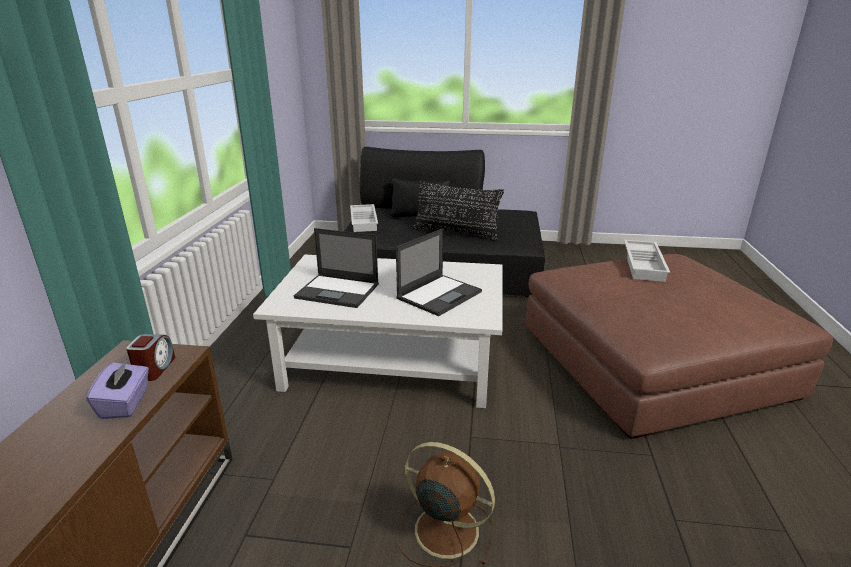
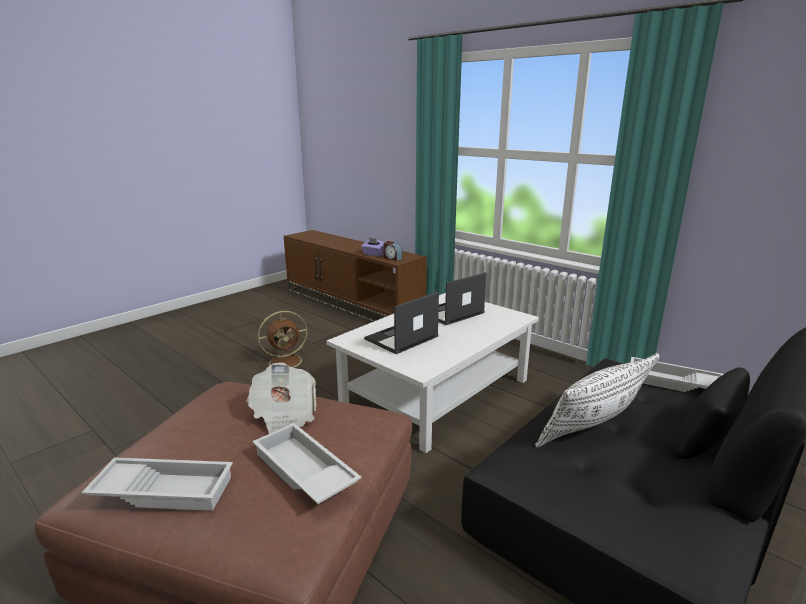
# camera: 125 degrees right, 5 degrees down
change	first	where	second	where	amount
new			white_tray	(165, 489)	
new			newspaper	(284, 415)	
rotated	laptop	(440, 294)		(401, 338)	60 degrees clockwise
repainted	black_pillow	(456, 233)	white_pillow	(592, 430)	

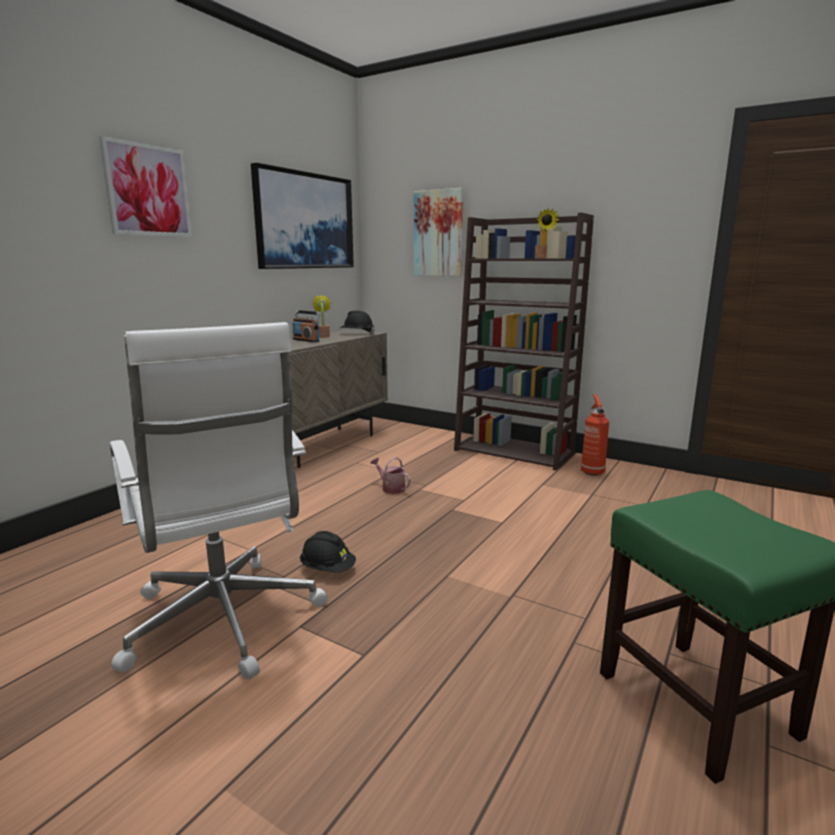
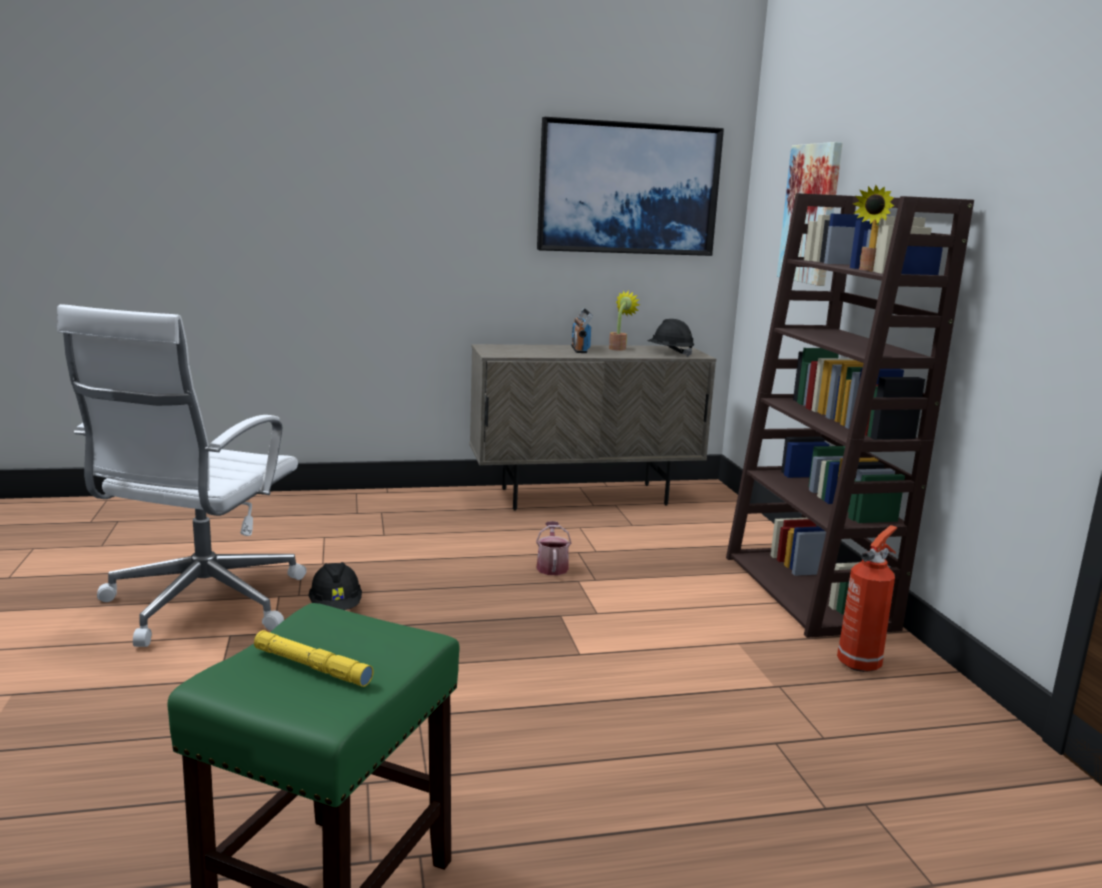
# camera: 45 degrees right, 0 degrees up
change	first	where	second	where	amount
new			yellow_flashlight	(312, 666)	
gone	picture	(148, 191)			

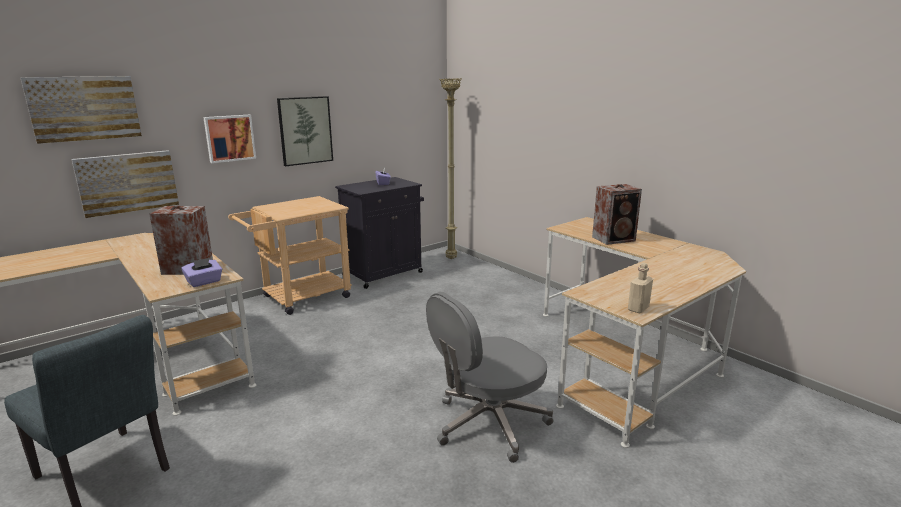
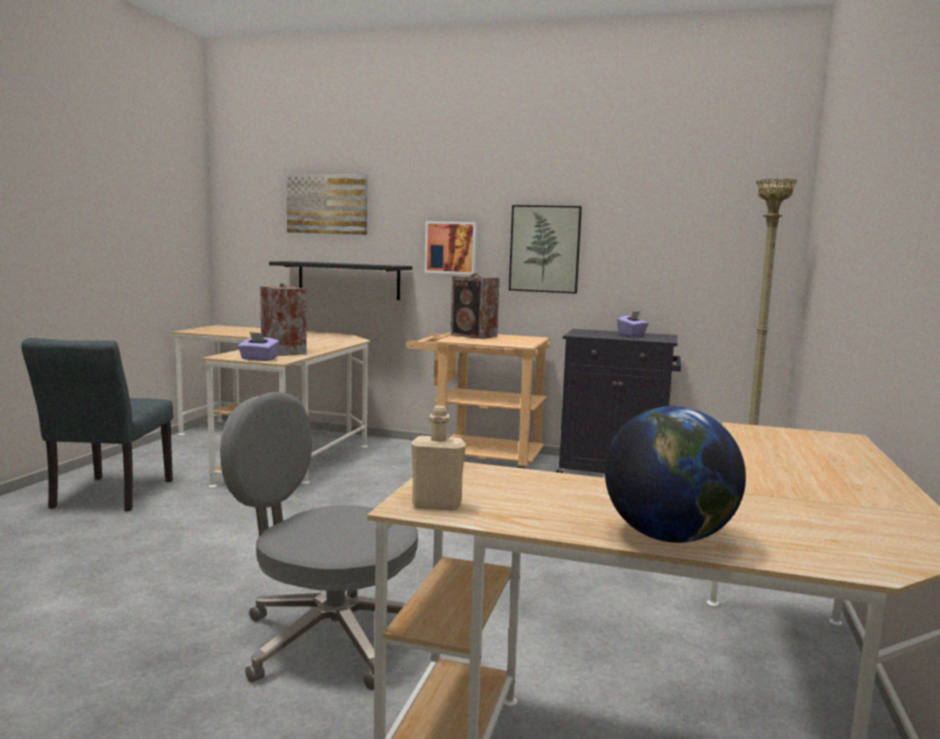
# camera: 55 degrees right, 10 degrees down
change	first	where	second	where	amount
swapped	picture	(127, 182)	black_shelf	(348, 280)	
shifted	speaker	(615, 239)		(474, 336)	
new			globe	(669, 537)	

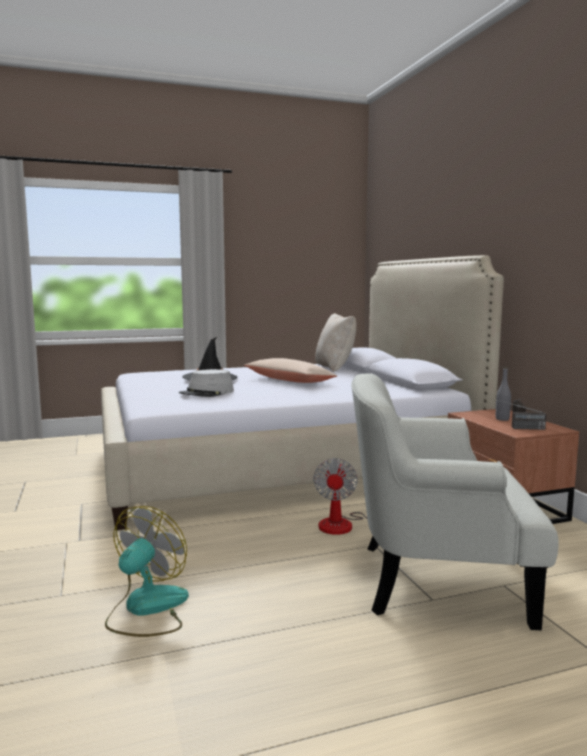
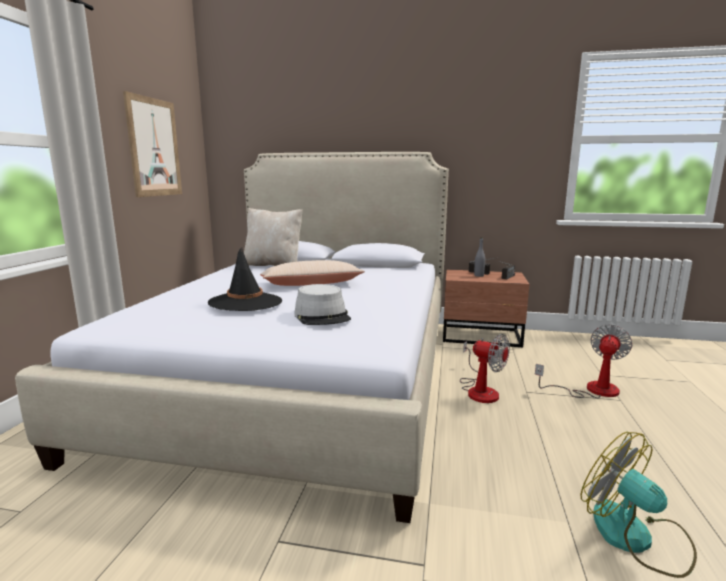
# camera: 60 degrees left, 5 degrees up
change	first	where	second	where	amount
new			picture	(154, 147)	
swapped	white_armchair	(436, 580)	fan	(591, 390)	

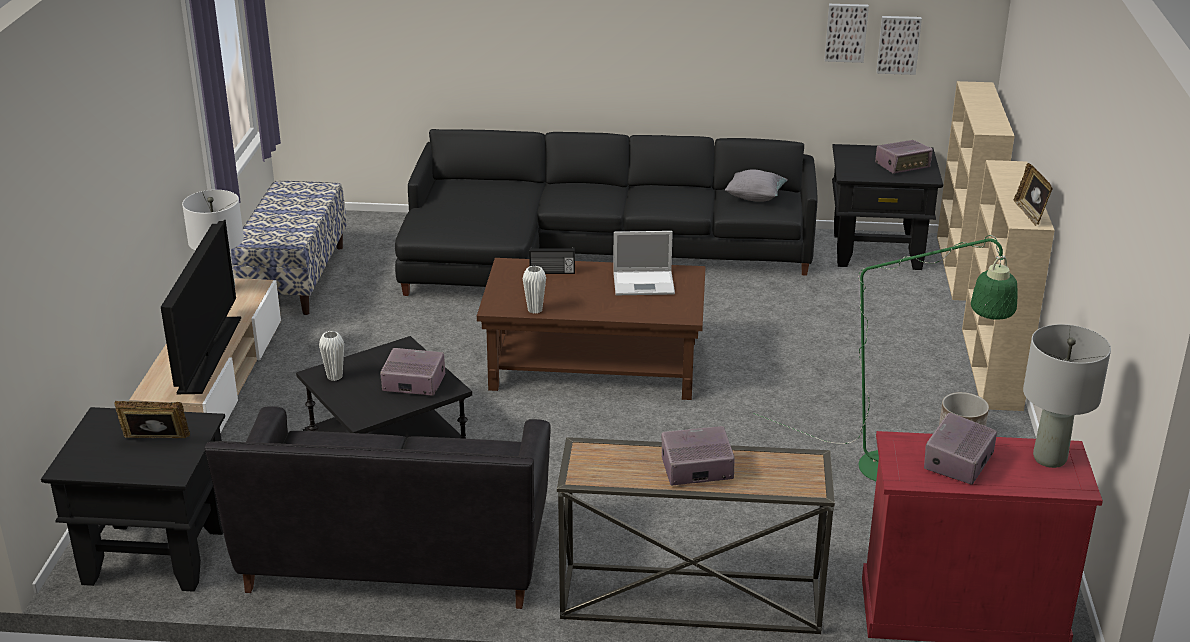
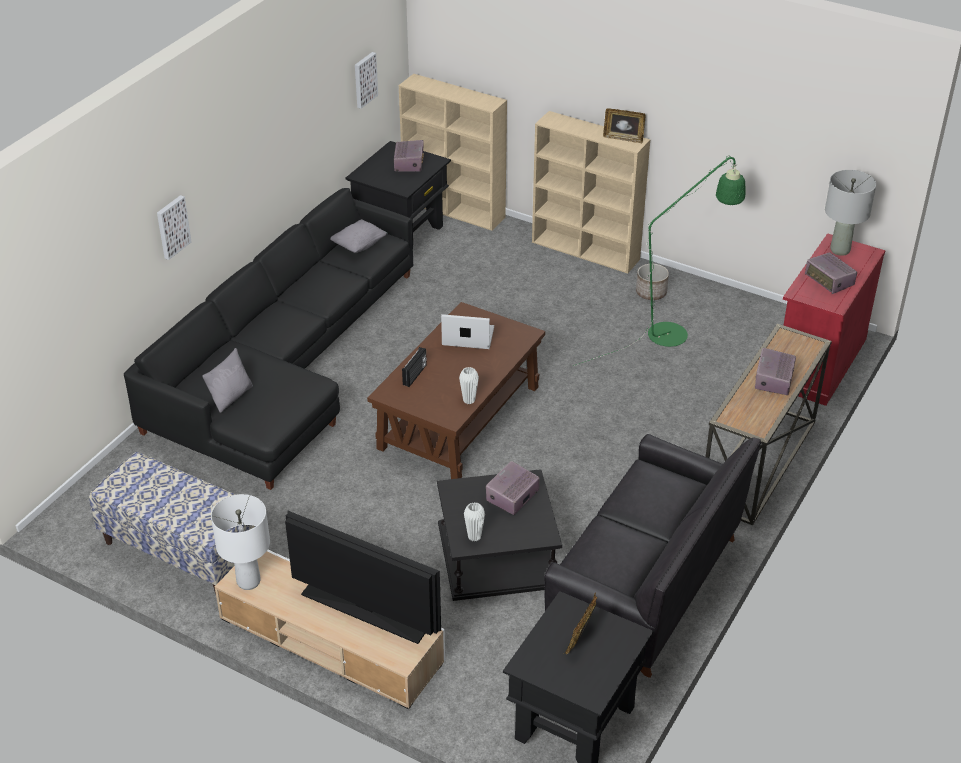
# camera: 65 degrees left, 10 degrees up
change	first	where	second	where	amount
shifted	picture	(846, 32)		(172, 226)	
new			grey_pillow	(231, 397)	
rotated	laptop	(645, 283)		(467, 336)	105 degrees counterclockwise

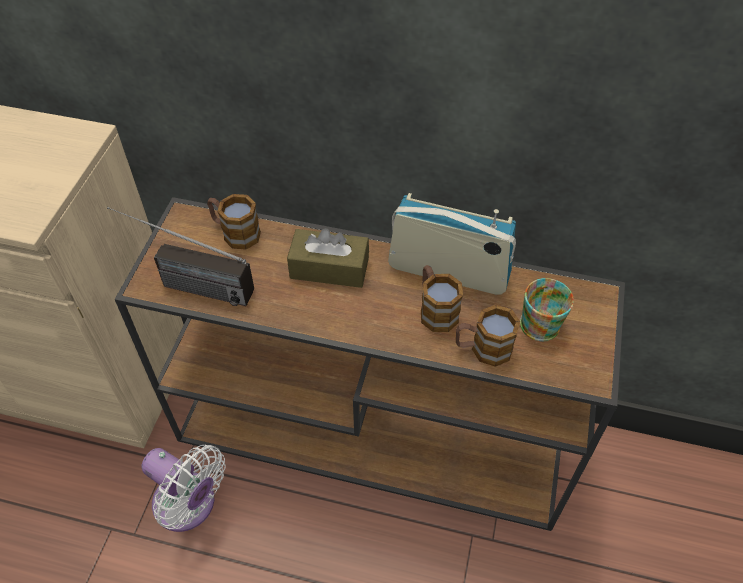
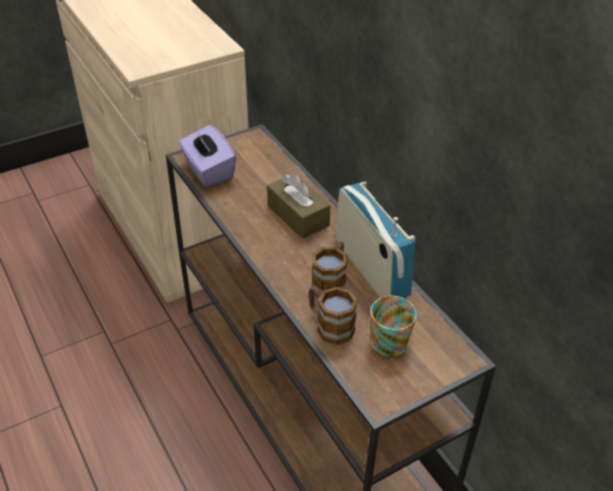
# camera: 45 degrees right, 10 degrees down
change	first	where	second	where	amount
swapped	radio	(185, 284)	purple_tissue_box	(208, 171)	
gone	white_fan	(189, 505)			
gone	mug	(235, 232)			

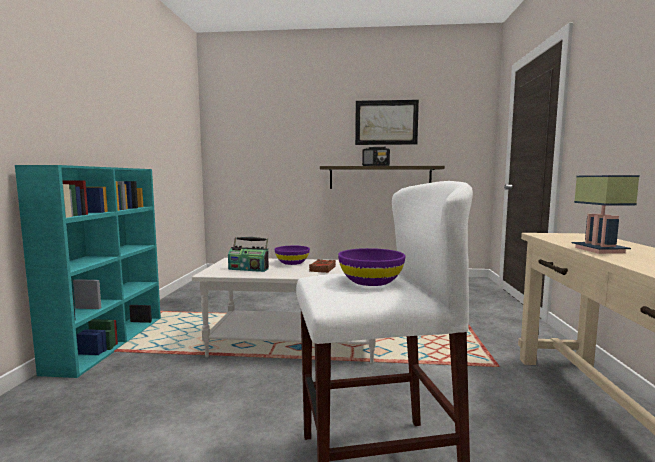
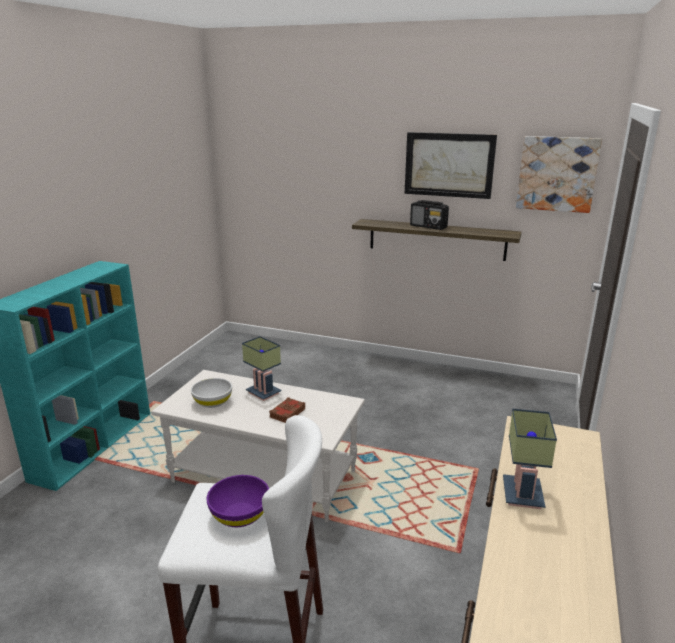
# camera: 15 degrees right, 15 degrees up
change	first	where	second	where	amount
swapped	radio	(249, 269)	white_bowl	(213, 402)	
swapped	purple_bowl	(292, 263)	table_lamp	(265, 393)	
new			picture	(557, 174)	

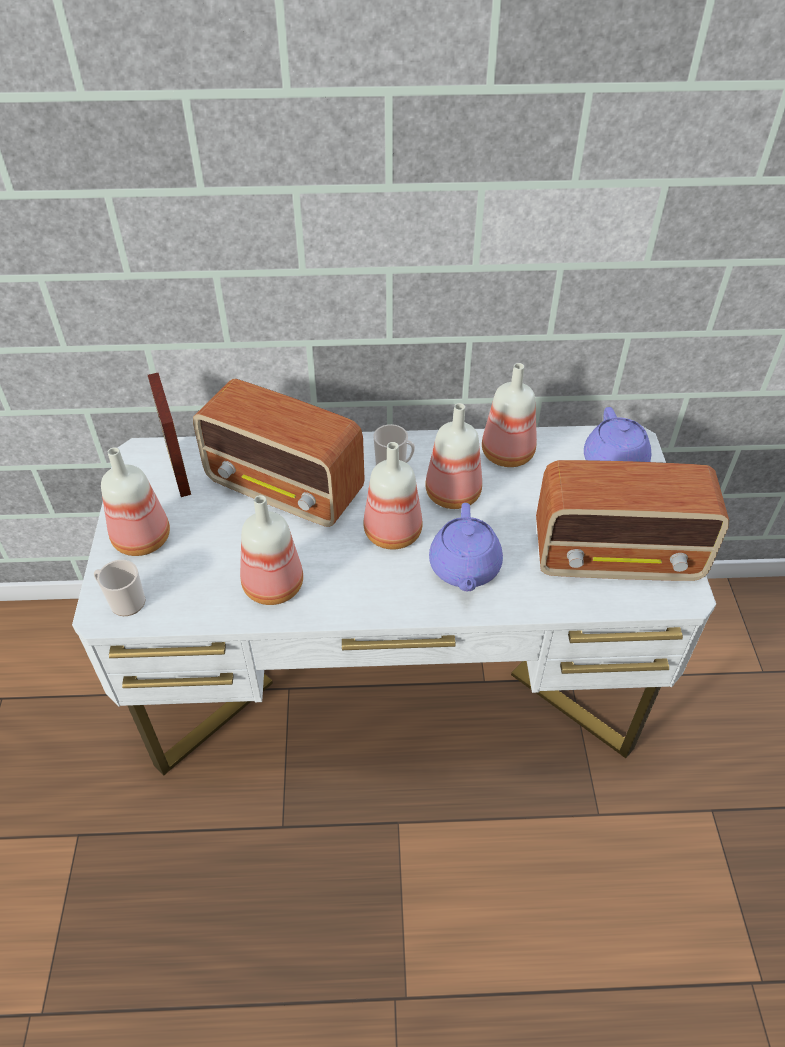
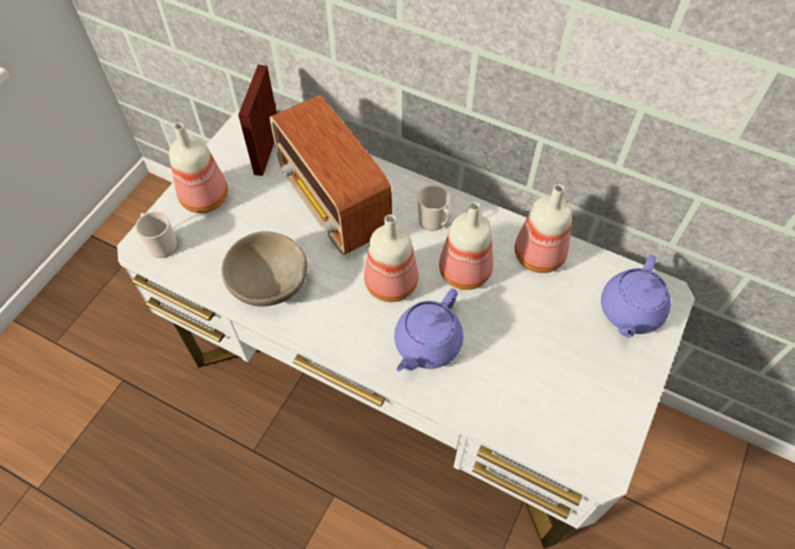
# camera: 30 degrees right, 10 degrees up
change	first	where	second	where	amount
swapped	bottle	(271, 587)	beige_bowl	(268, 284)	
gone	radio	(618, 558)			

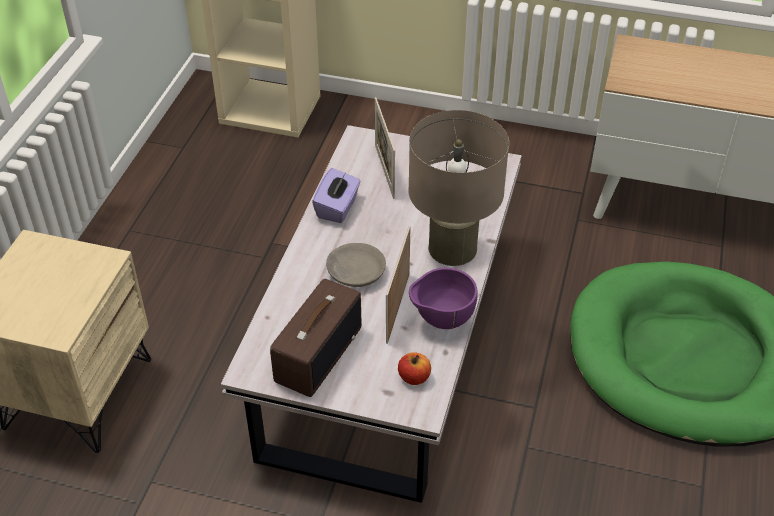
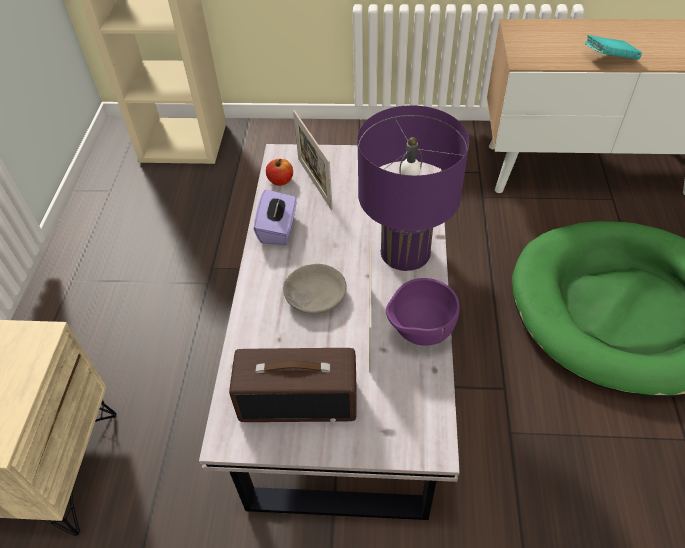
# camera: 10 degrees left, 5 degrees up
change	first	where	second	where	amount
rotated	radio	(318, 353)		(299, 399)	75 degrees clockwise
shifted	apple	(414, 377)		(280, 181)	
repainted	beige_table_lamp	(452, 248)	purple_table_lamp	(405, 251)	
new			turquoise_book	(609, 59)	

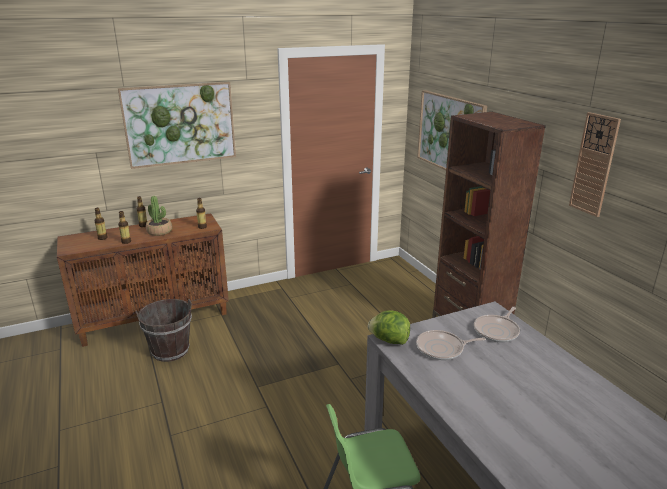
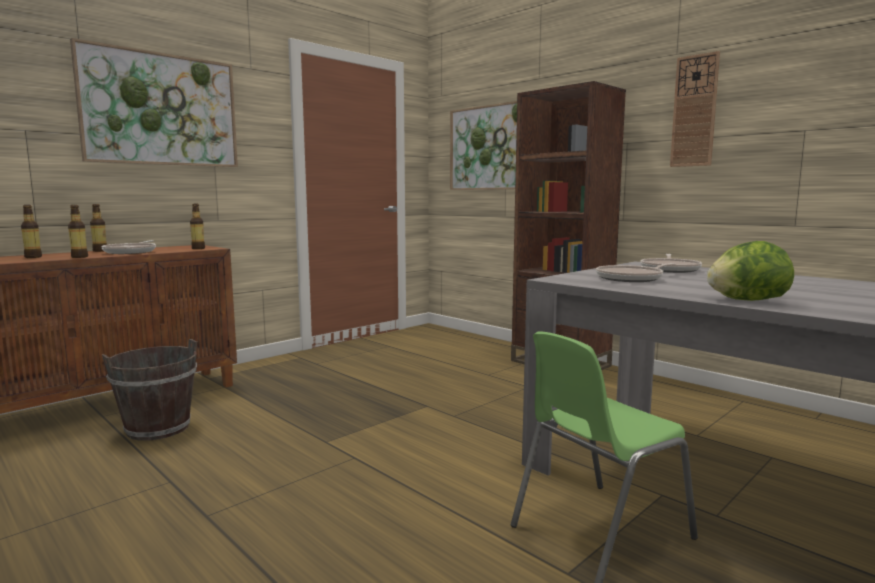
# camera: 20 degrees left, 15 degrees down
change	first	where	second	where	amount
swapped	potted_plant	(159, 231)	frying_pan	(132, 252)	
shifted	lettuce	(389, 340)		(746, 300)	

